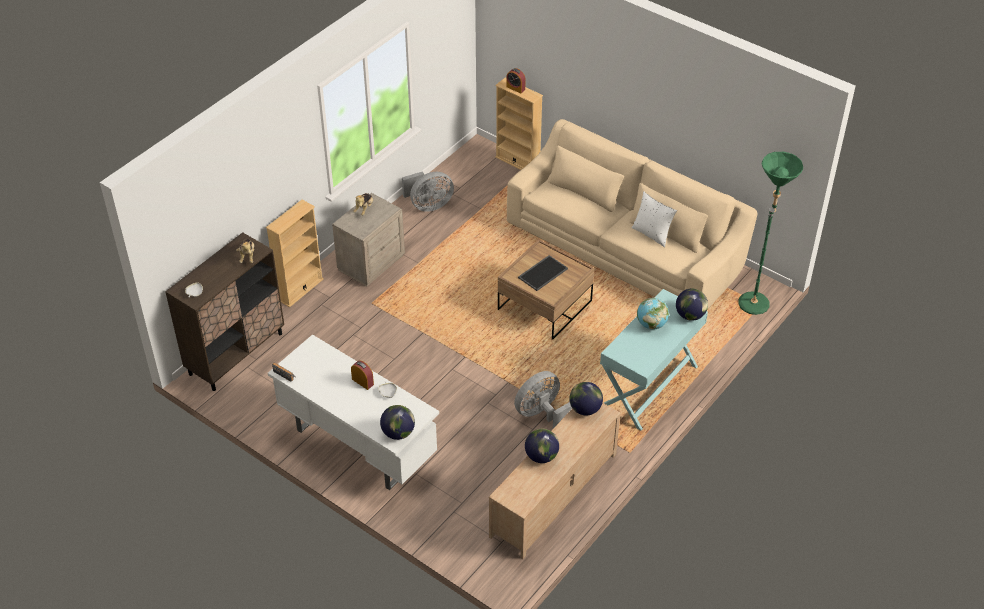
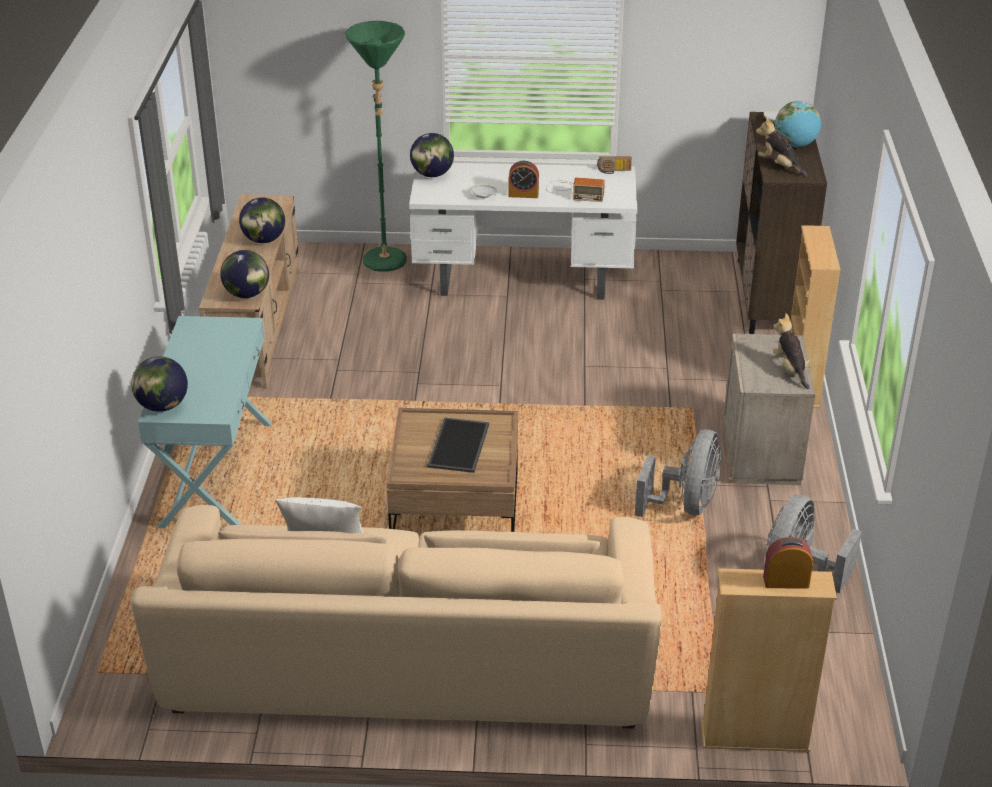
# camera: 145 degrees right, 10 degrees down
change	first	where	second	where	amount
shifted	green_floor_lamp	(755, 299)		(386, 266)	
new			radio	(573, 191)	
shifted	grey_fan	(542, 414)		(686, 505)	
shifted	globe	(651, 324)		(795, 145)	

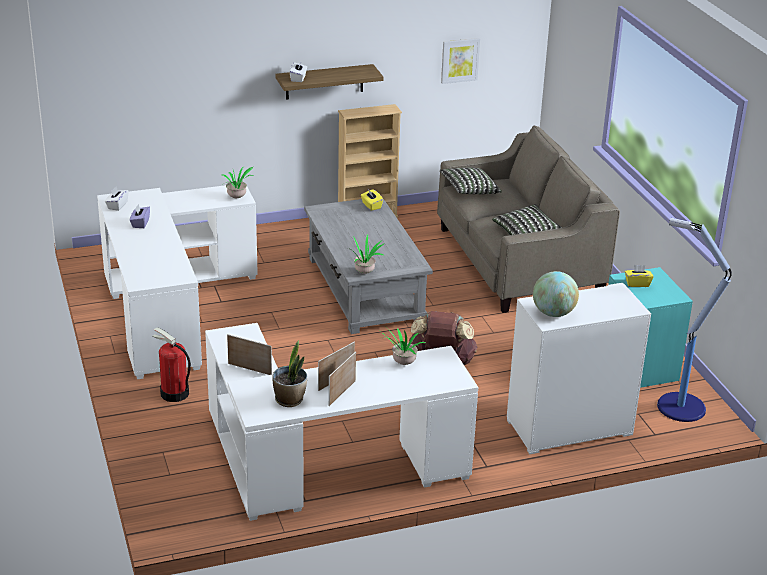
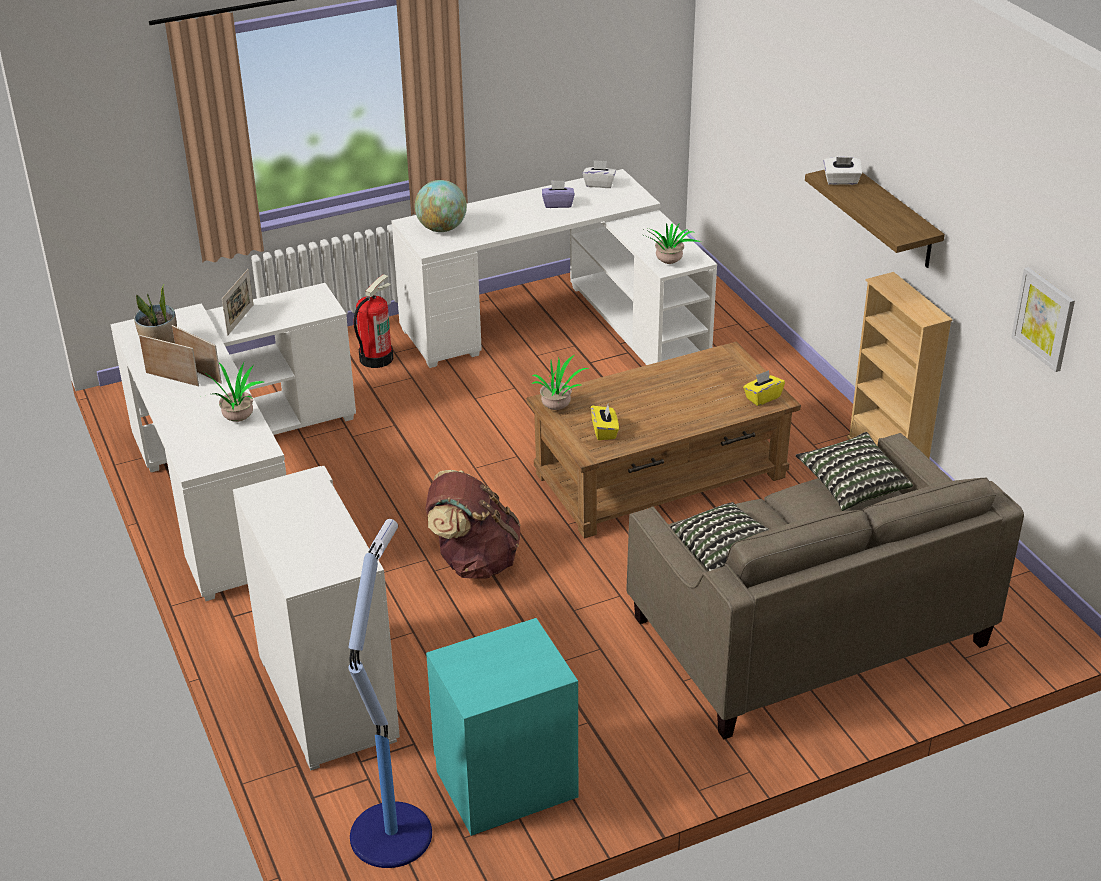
# camera: 85 degrees right, 5 degrees up
change	first	where	second	where	amount
shifted	globe	(553, 313)		(442, 229)	
repainted	grey_coffee_table	(365, 290)	brown_coffee_table	(659, 476)	
shifted	yellow_tissue_box	(637, 283)		(604, 431)	

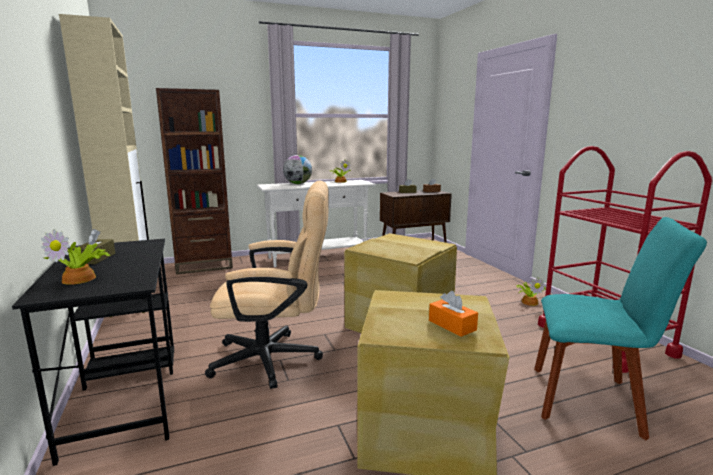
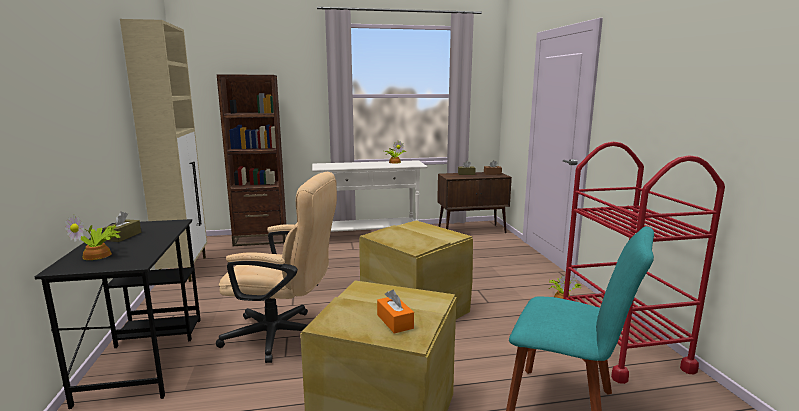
# camera: 10 degrees right, 0 degrees up
change	first	where	second	where	amount
gone	globe	(298, 184)			

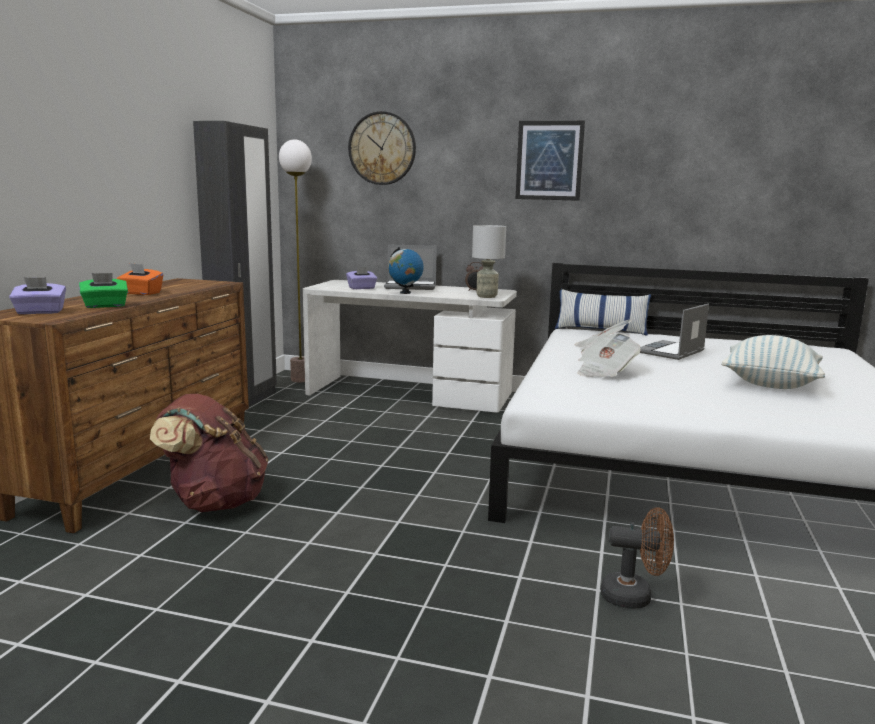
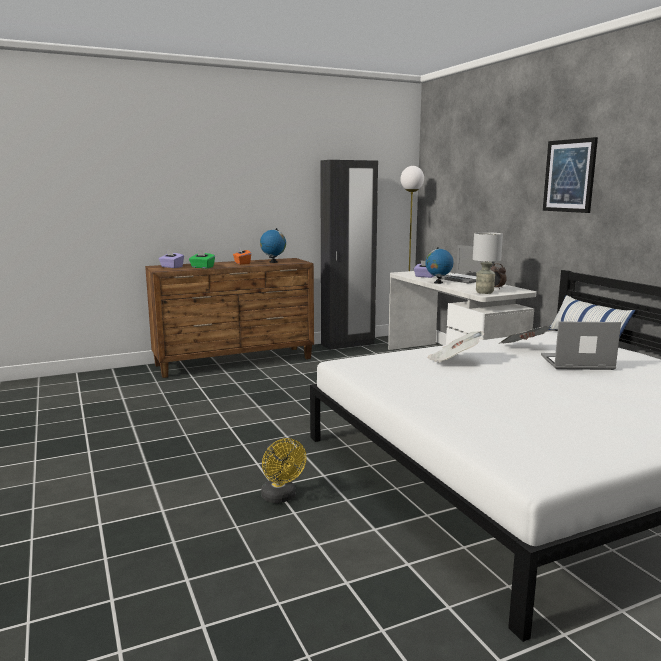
# camera: 50 degrees right, 0 degrees up
change	first	where	second	where	amount
new			globe	(273, 262)	
repainted	brown_fan	(634, 597)	yellow_fan	(281, 497)	
gone	brown_backpack	(214, 503)			
gone	wall_clock	(382, 148)			
gone	pillow	(770, 384)			

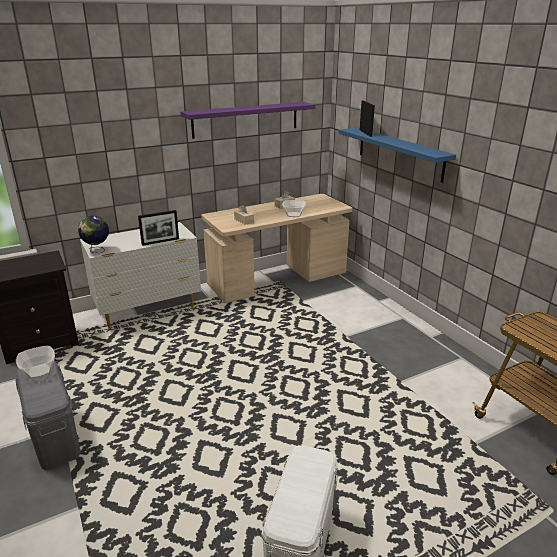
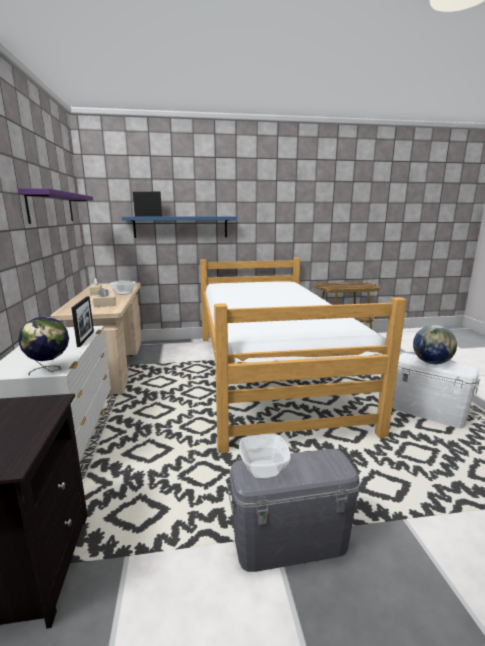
# camera: 70 degrees left, 10 degrees down
change	first	where	second	where	amount
new			bed	(270, 374)	
new			globe	(431, 362)	

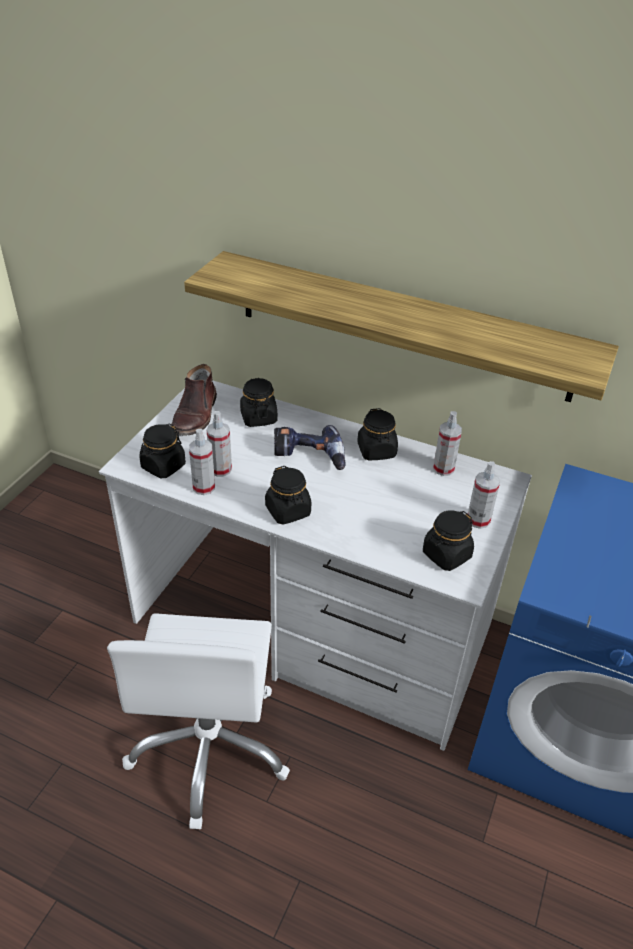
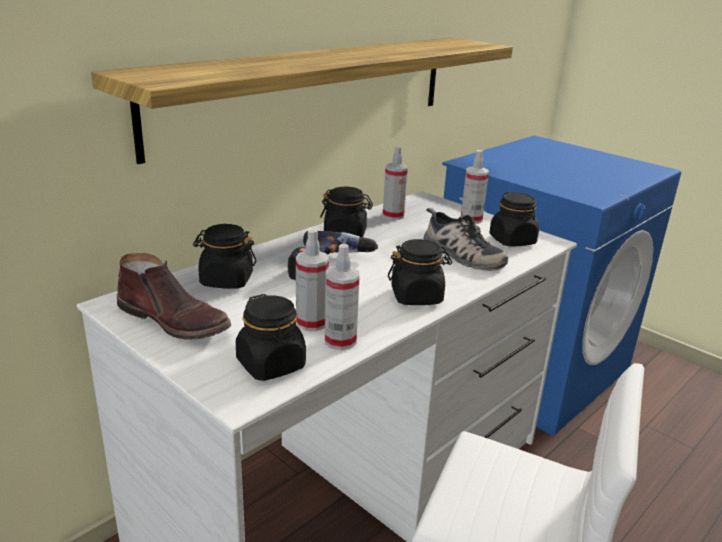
# camera: 70 degrees left, 15 degrees down
change	first	where	second	where	amount
new			shoe	(460, 255)	

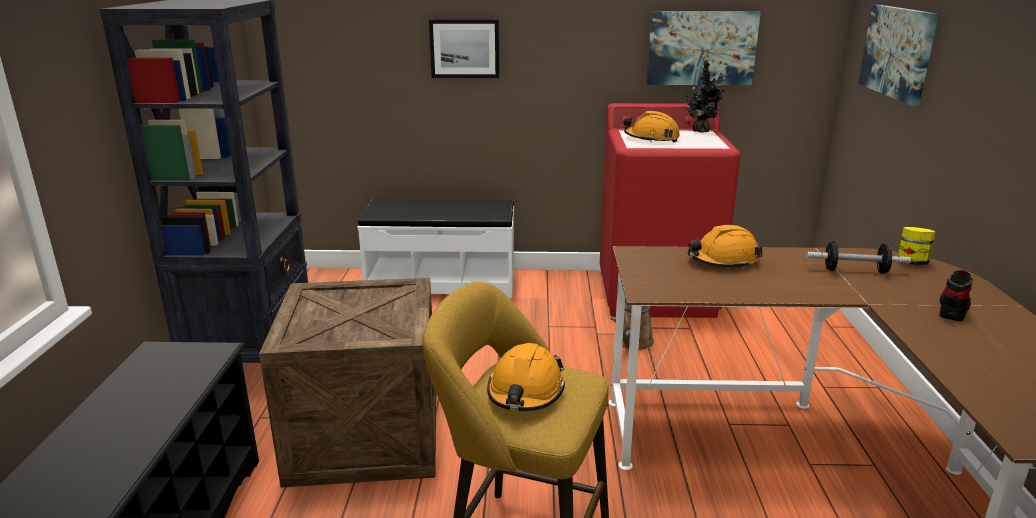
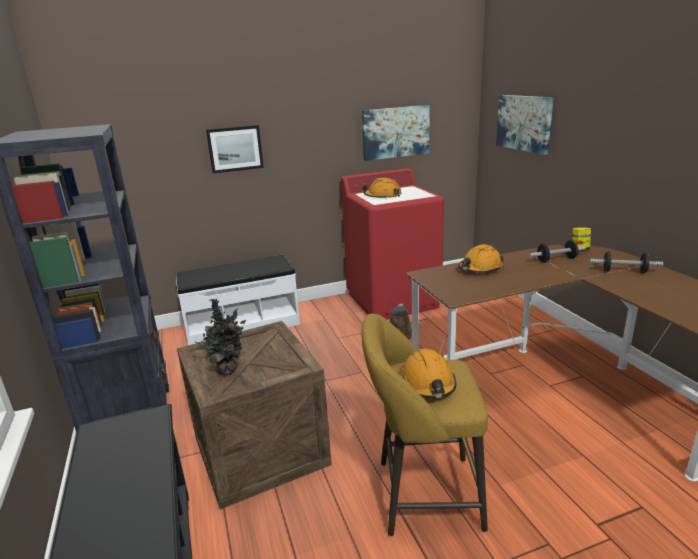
# camera: 20 degrees left, 0 degrees up
change	first	where	second	where	amount
shifted	potted_plant	(701, 131)		(228, 369)	
swapped	shoe	(952, 308)	dumbbell	(624, 271)	

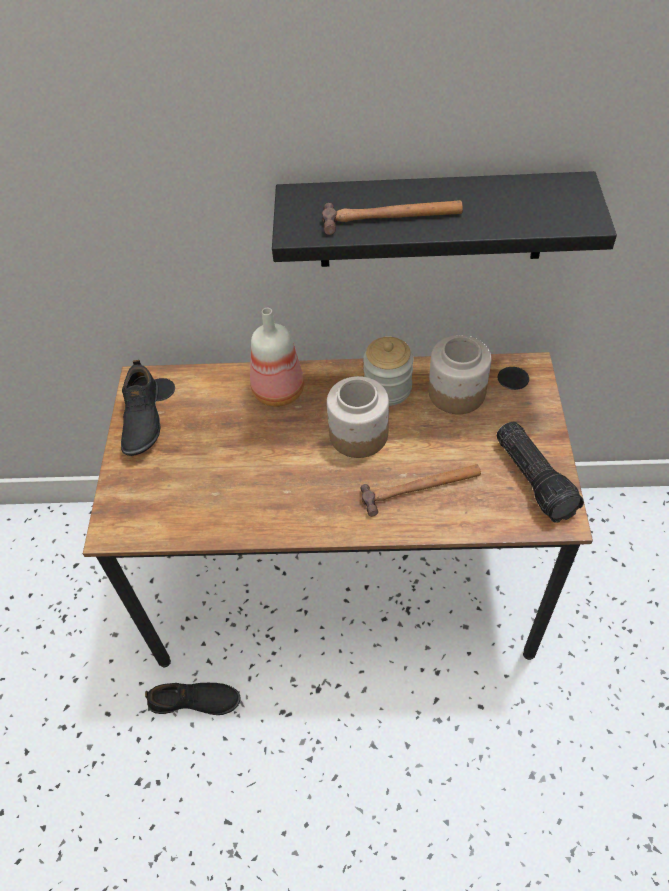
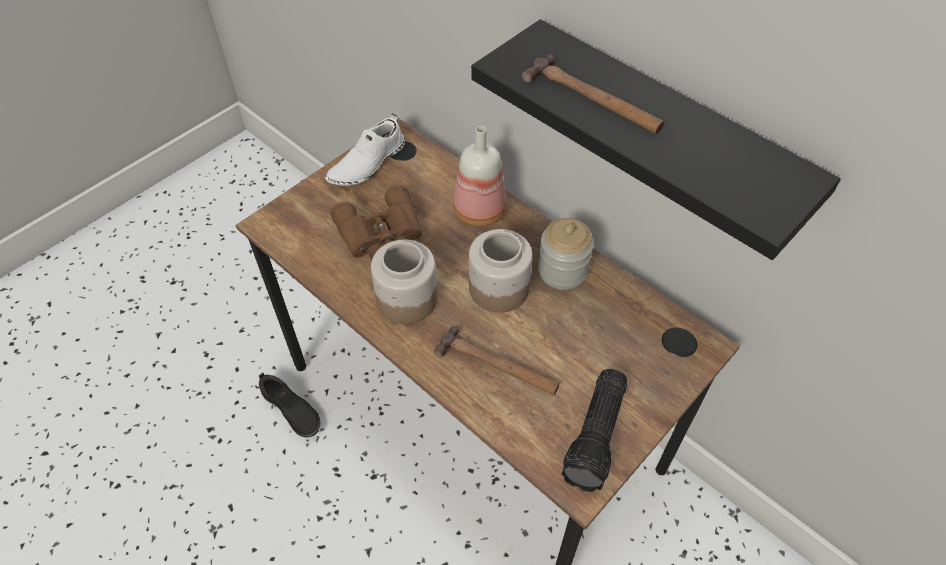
# camera: 40 degrees right, 0 degrees up
change	first	where	second	where	amount
repainted	black_shoe	(141, 419)	white_shoe	(366, 163)	
new			brown_binoculars	(383, 237)	
shifted	jar	(456, 393)		(406, 298)	

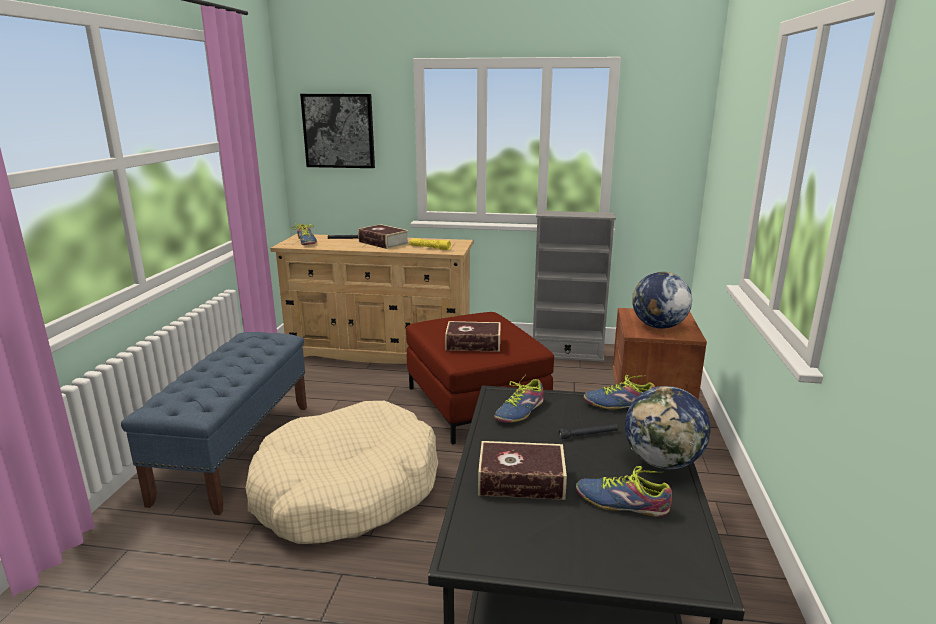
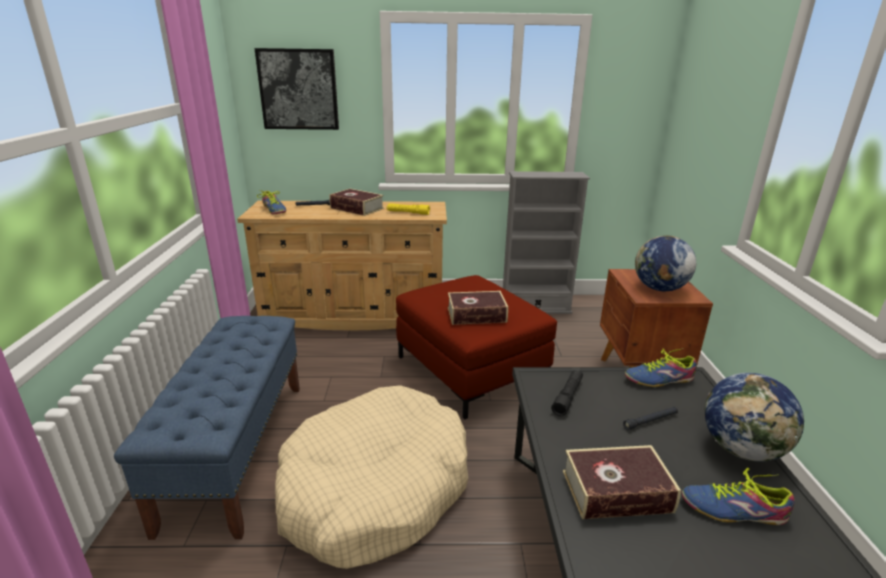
# camera: 10 degrees left, 5 degrees up
change	first	where	second	where	amount
swapped	shoe	(520, 411)	black_flashlight	(567, 397)	

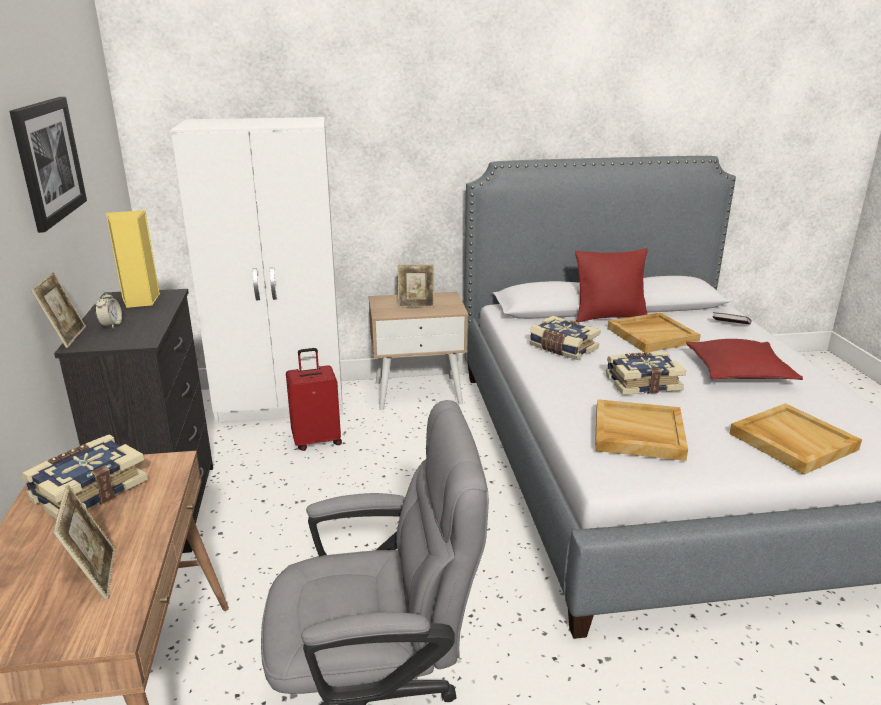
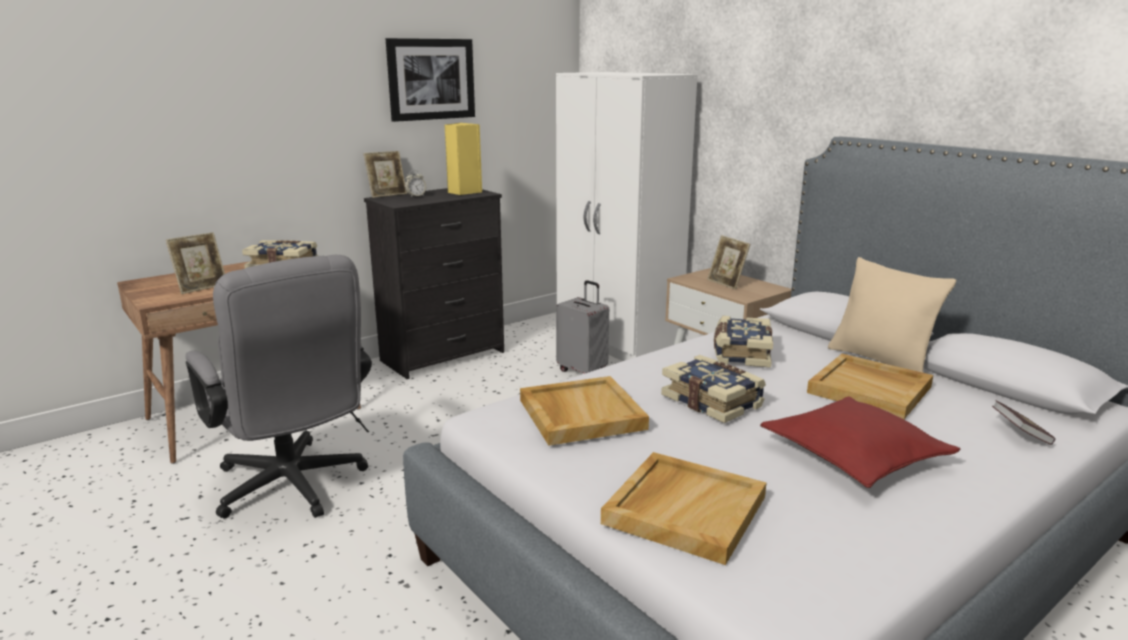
# camera: 60 degrees right, 5 degrees down
change	first	where	second	where	amount
repainted	red_suitcase	(317, 440)	grey_suitcase	(583, 371)	
repainted	red_pillow	(609, 317)	beige_pillow	(880, 360)	

